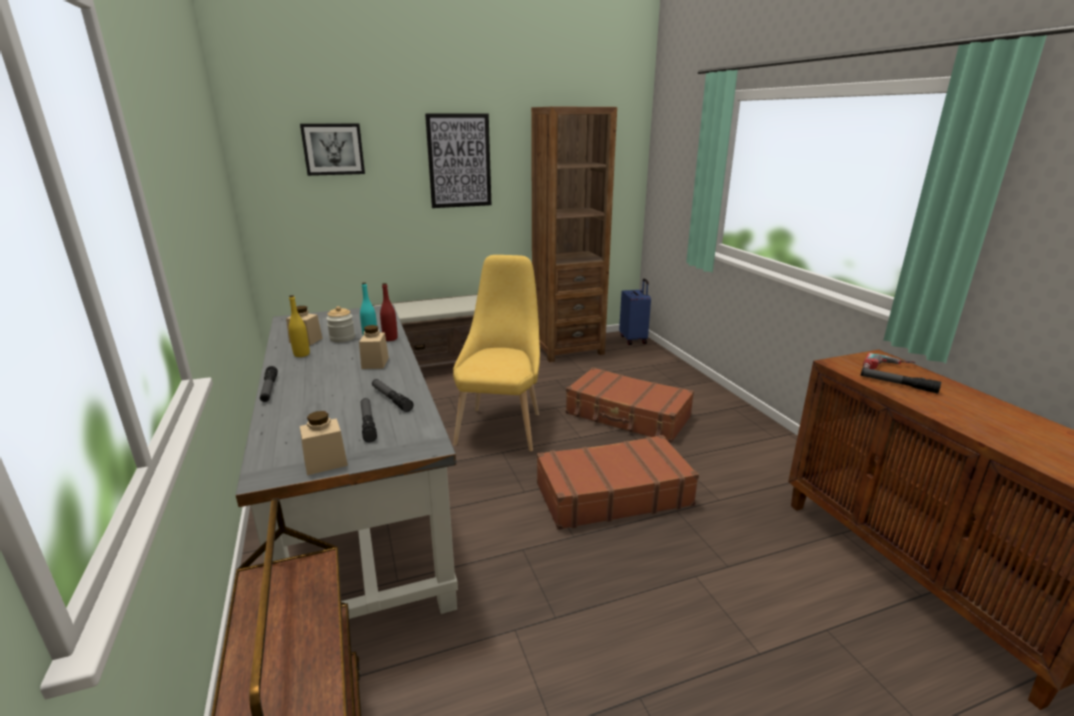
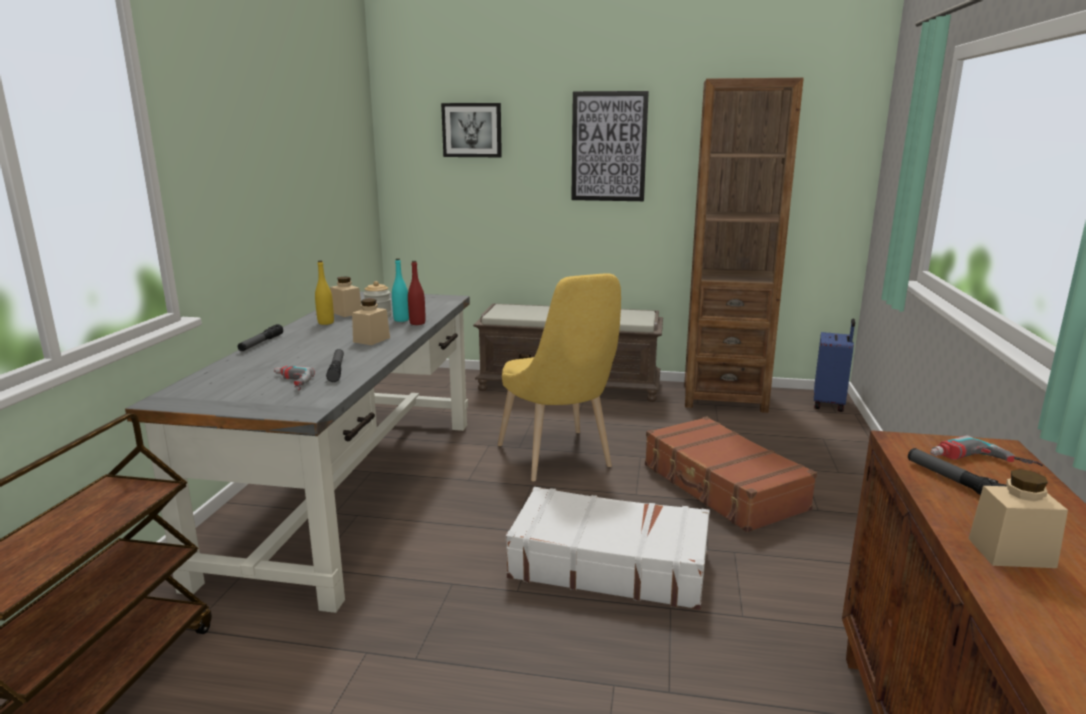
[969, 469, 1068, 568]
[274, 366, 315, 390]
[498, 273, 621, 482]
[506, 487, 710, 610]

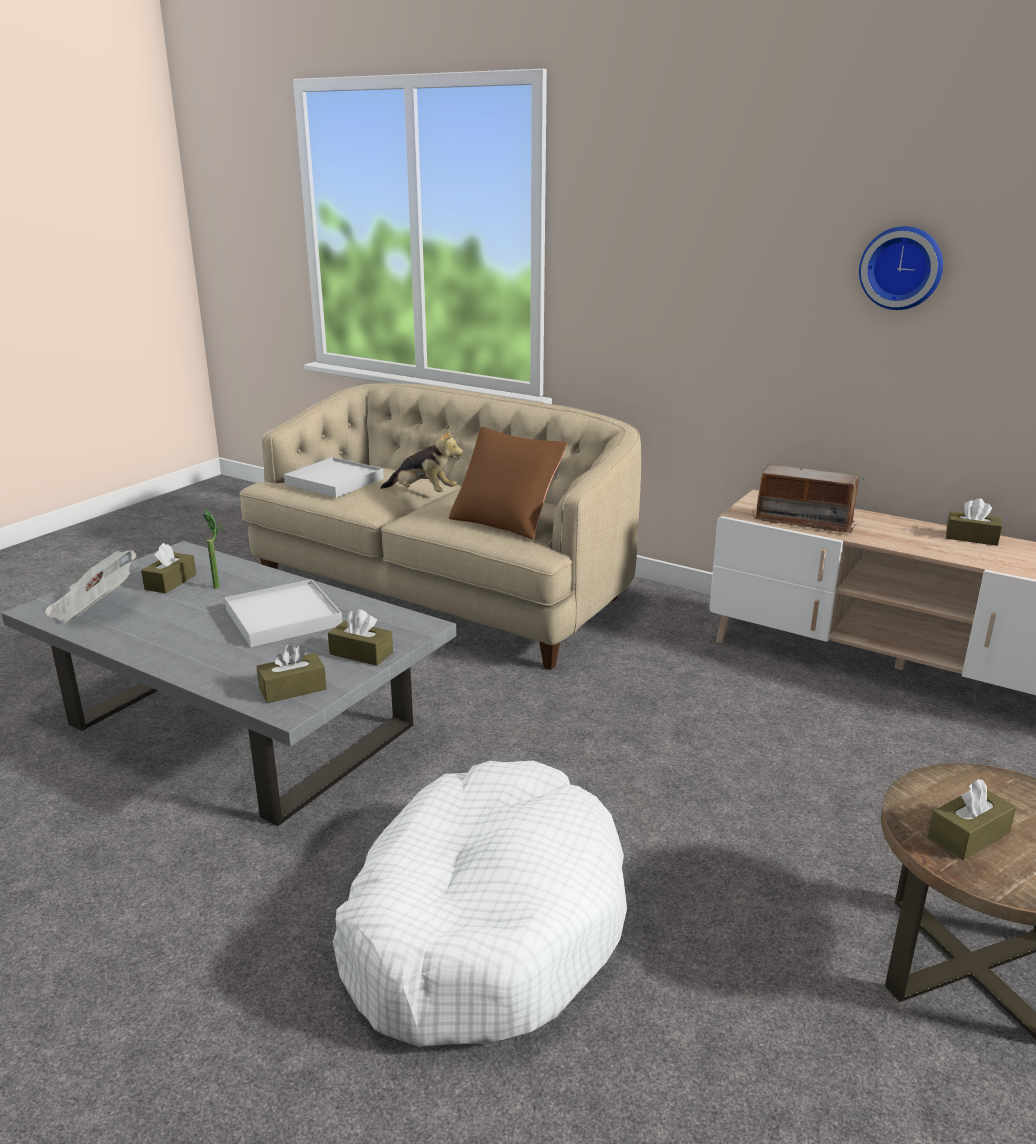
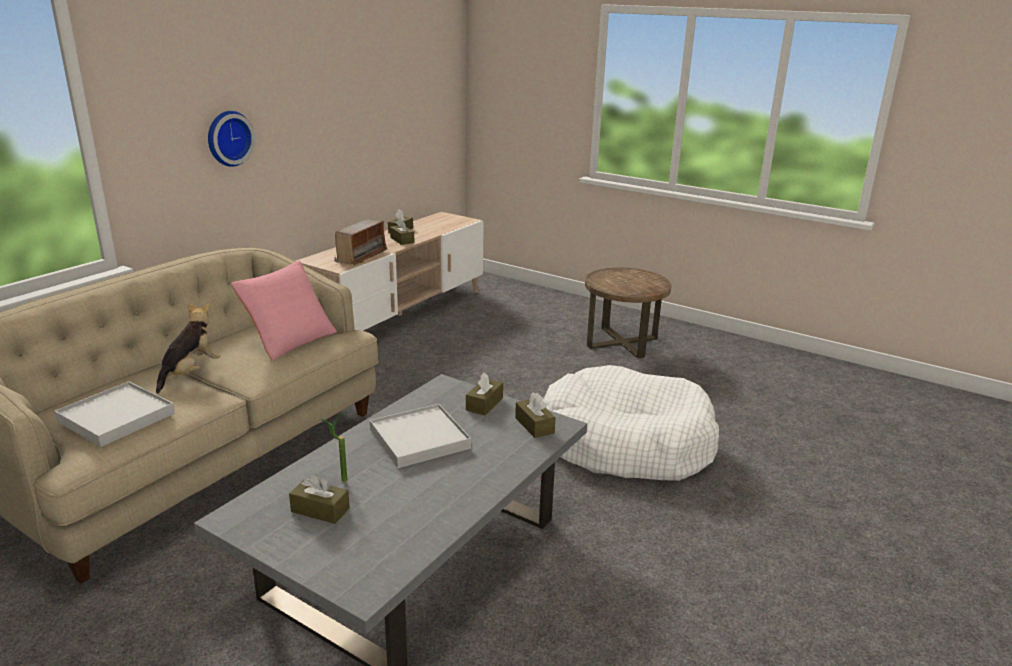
[45, 550, 137, 623] (first image)
[231, 261, 337, 361]
[208, 111, 255, 167]
[390, 218, 415, 245]

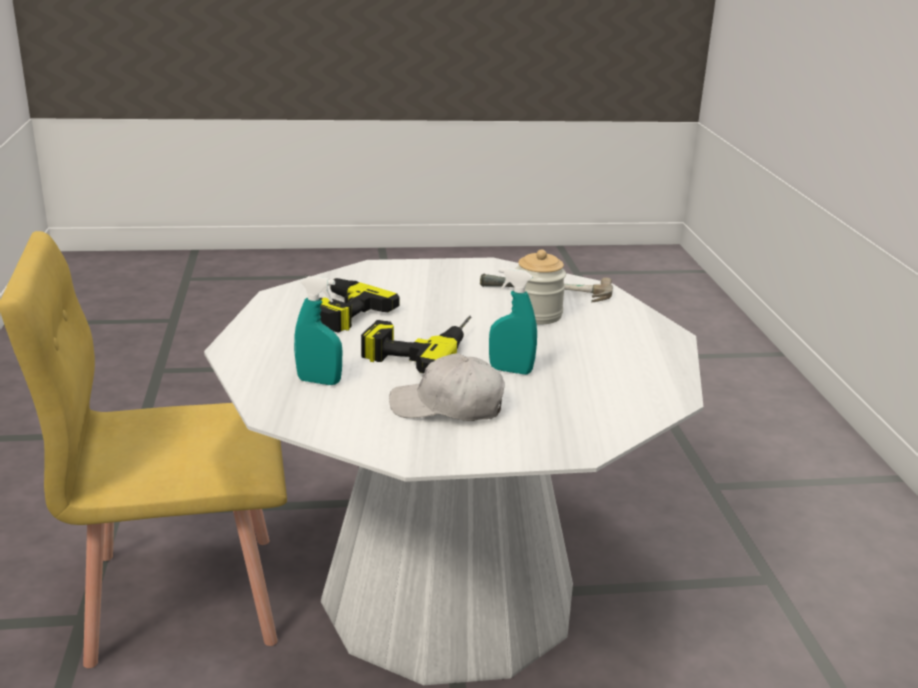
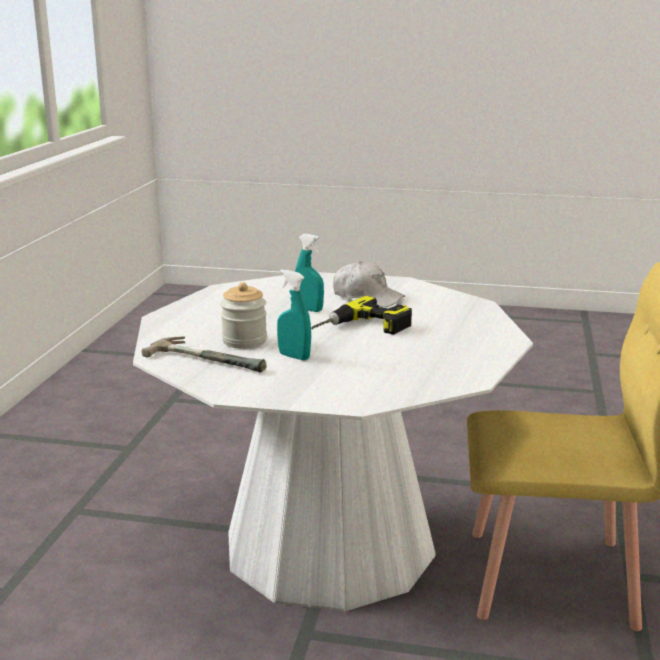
[277, 269, 311, 361]
[304, 274, 399, 333] (first image)

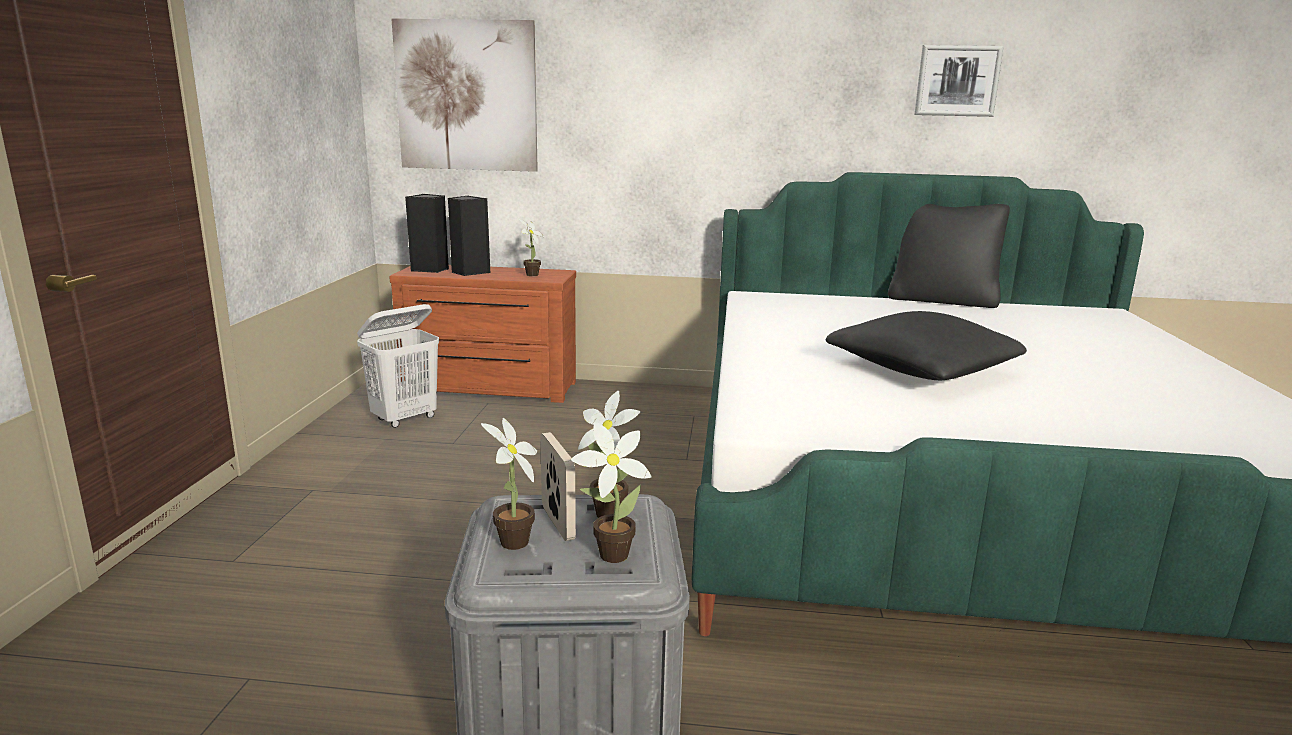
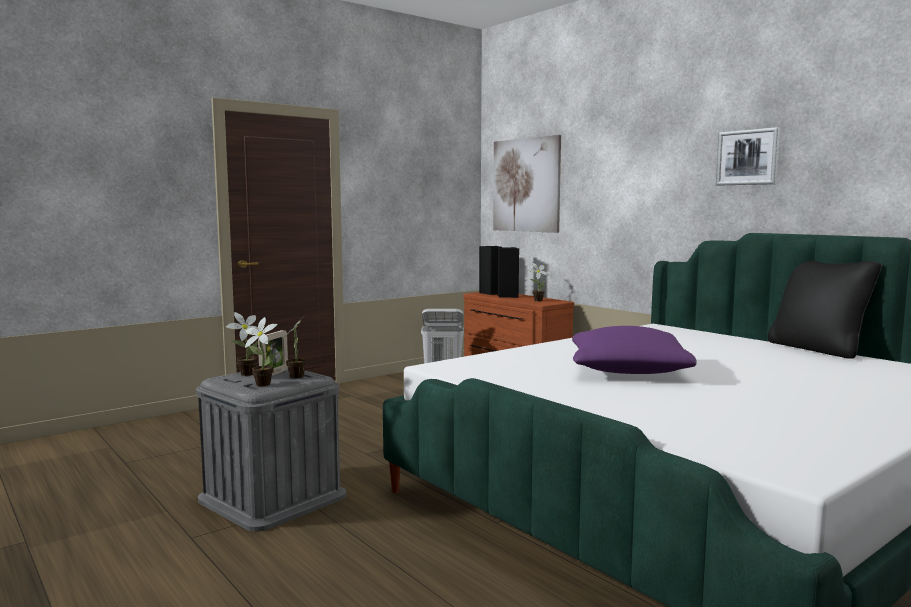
[572, 326, 697, 374]
[716, 127, 780, 186]

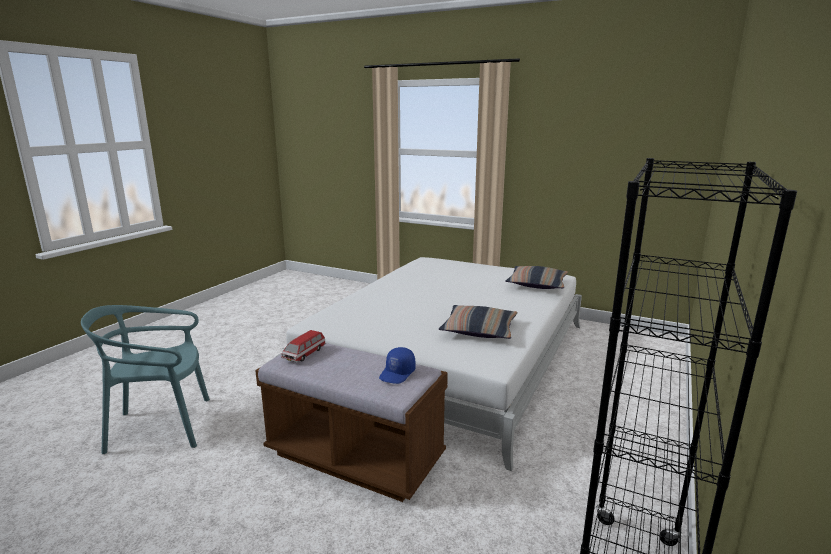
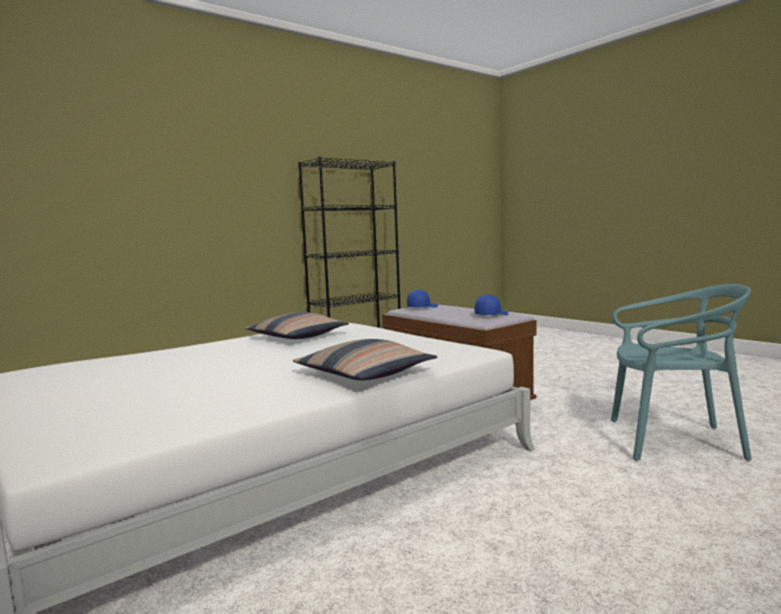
[475, 294, 509, 315]
[293, 339, 437, 380]

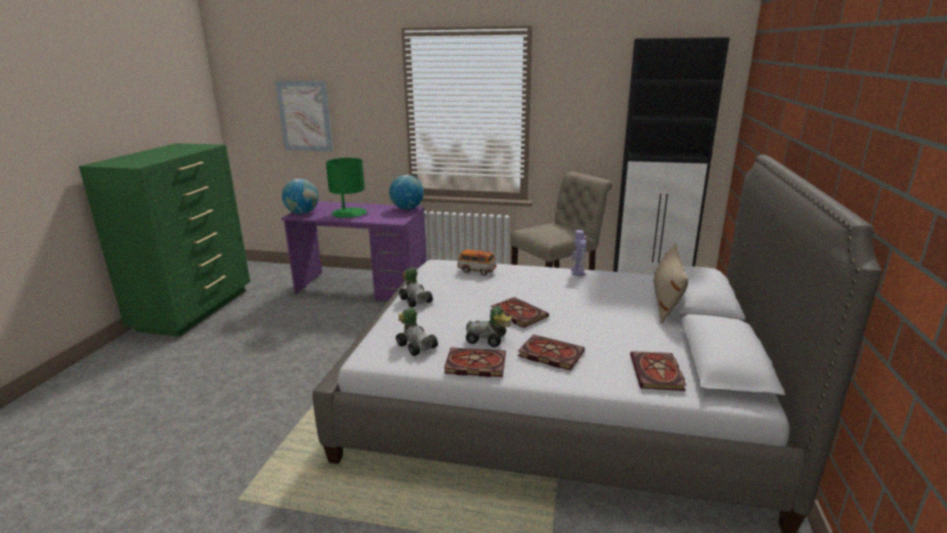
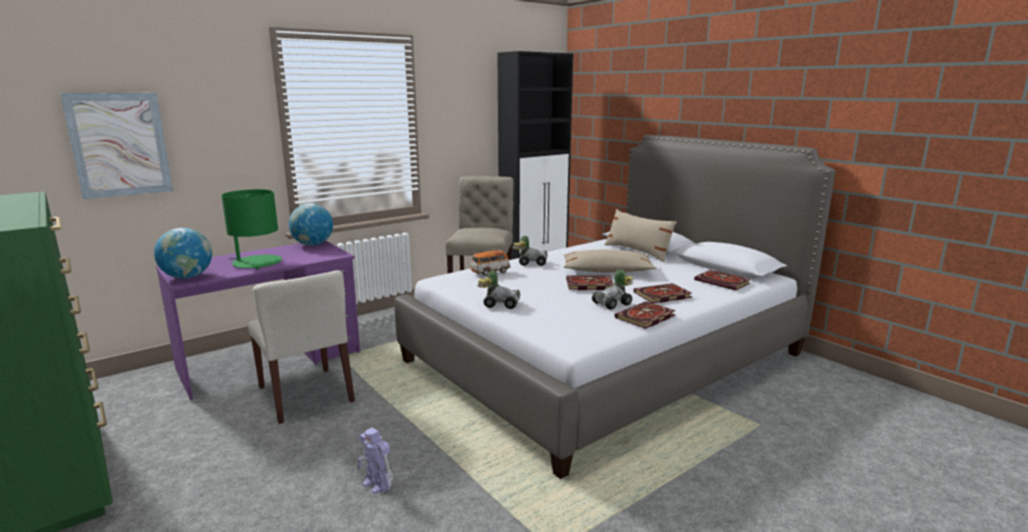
[513, 236, 548, 266]
[357, 428, 393, 494]
[248, 270, 355, 424]
[563, 250, 657, 272]

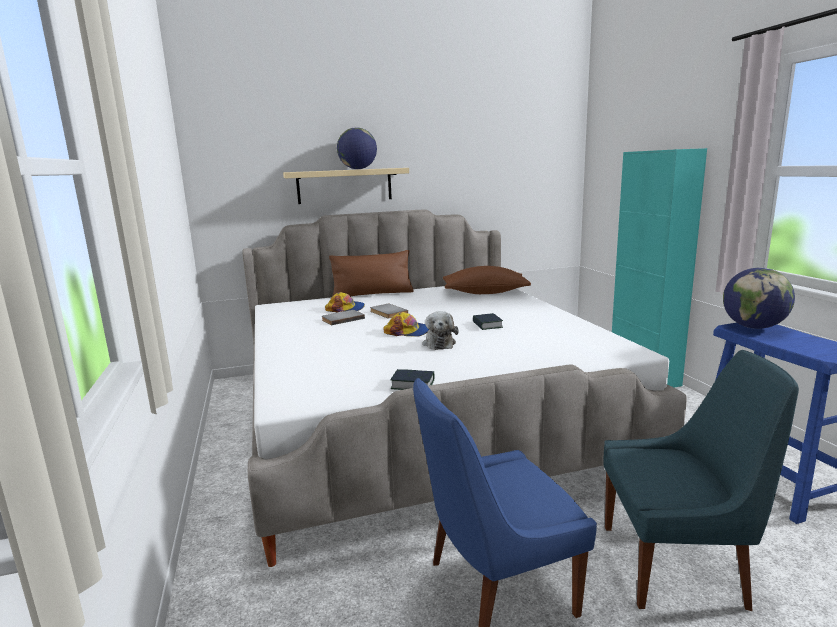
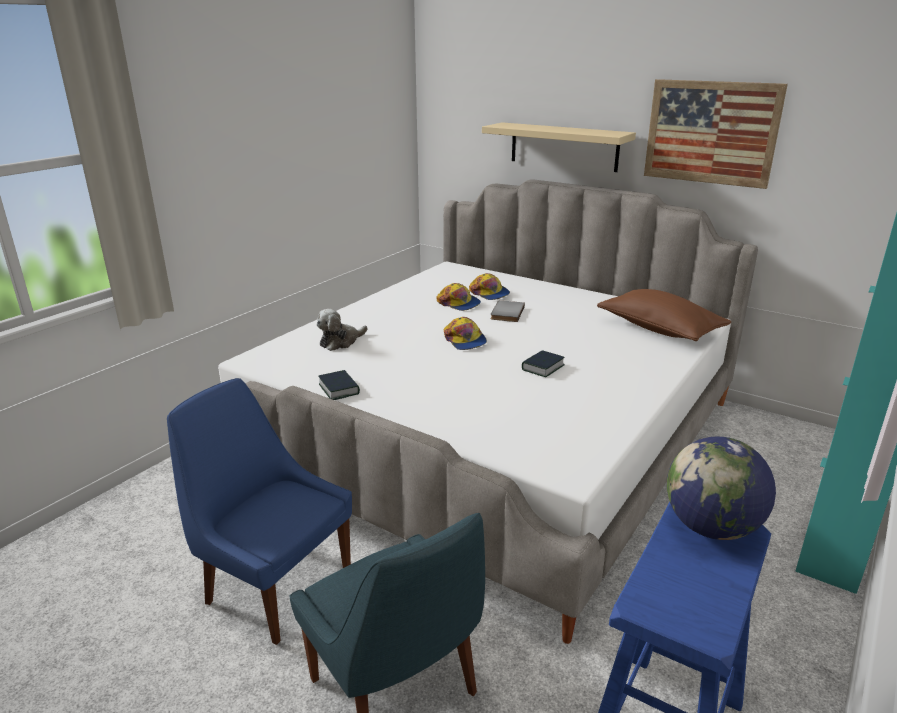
[436, 283, 481, 311]
[329, 250, 414, 297] (first image)
[337, 127, 377, 169] (first image)
[316, 309, 368, 351]
[644, 79, 788, 189]

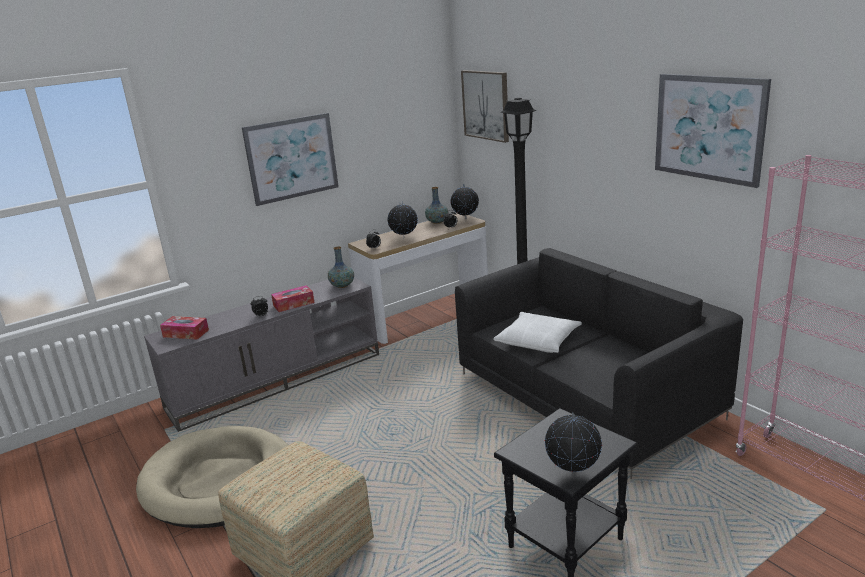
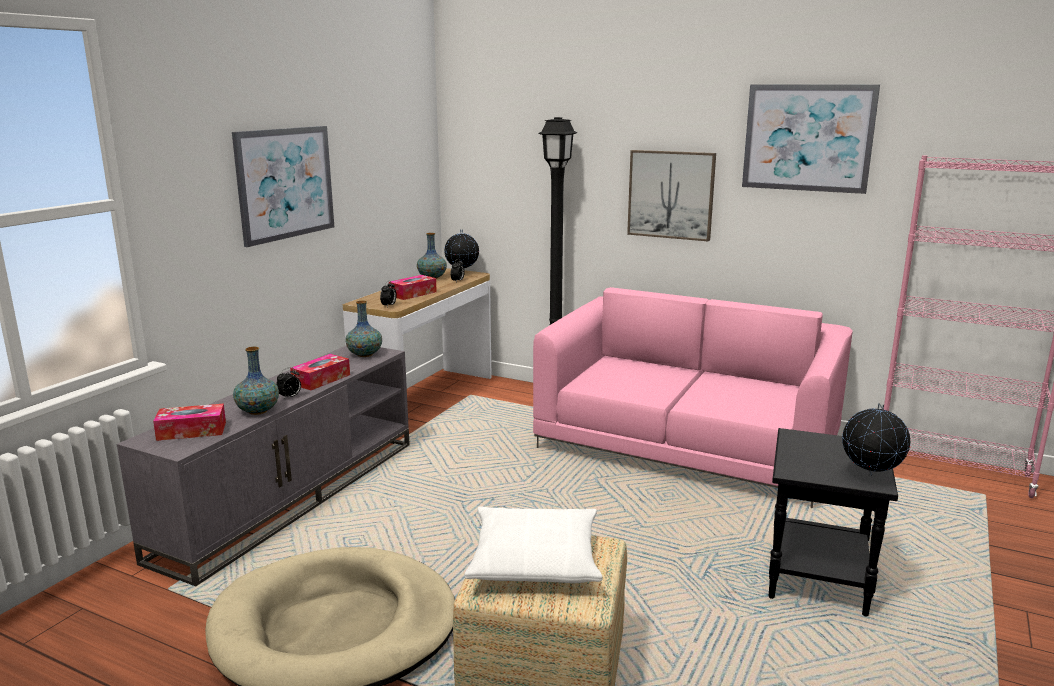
[389, 275, 437, 300]
[533, 287, 853, 508]
[627, 150, 716, 241]
[465, 507, 602, 583]
[233, 347, 279, 415]

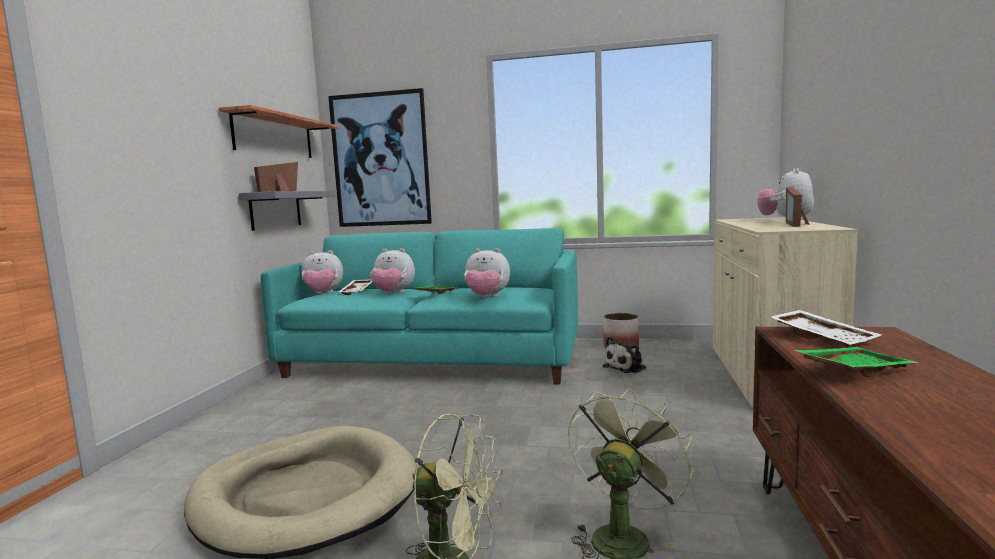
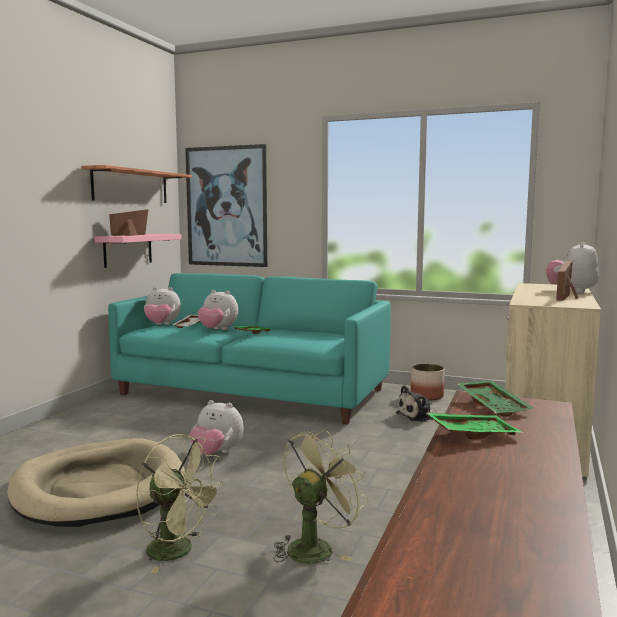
[94, 234, 181, 268]
[190, 400, 243, 455]
[458, 380, 534, 417]

